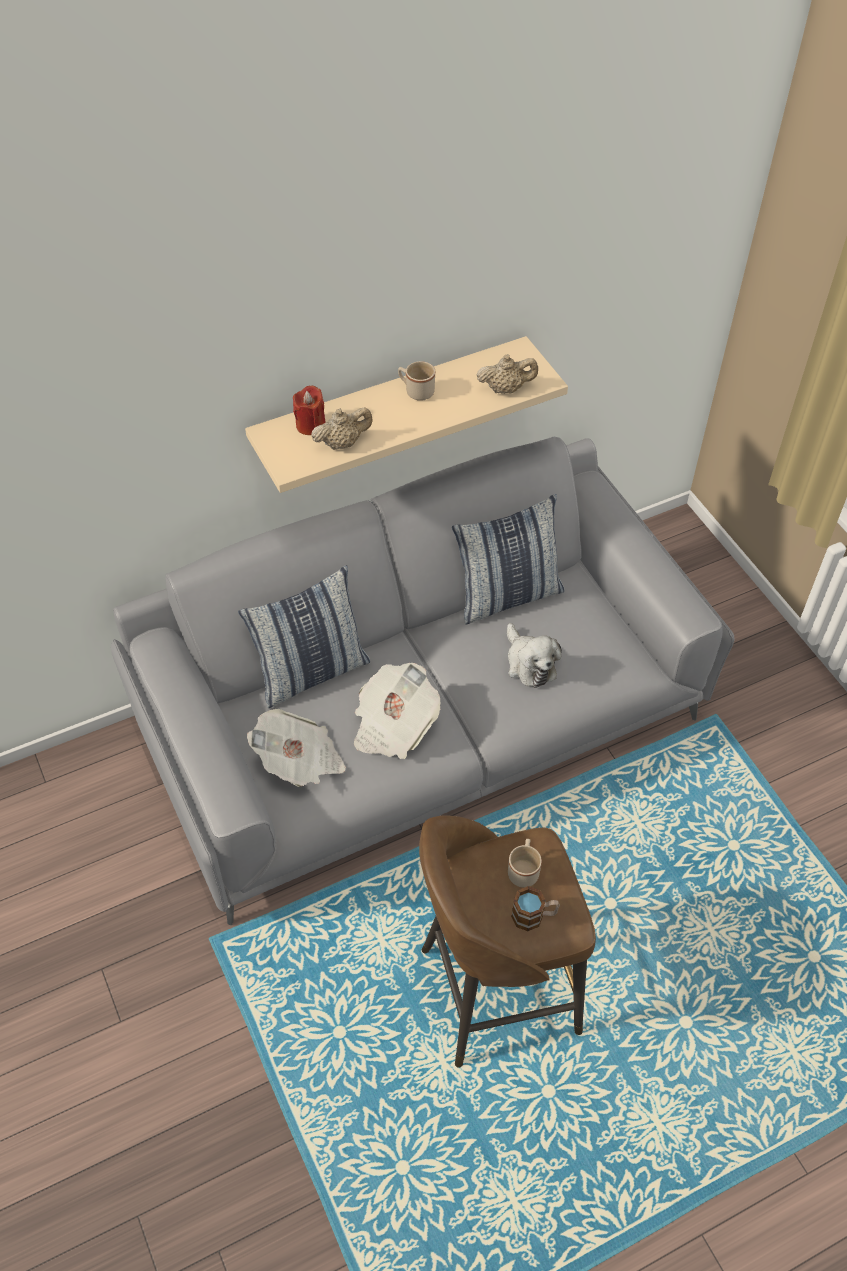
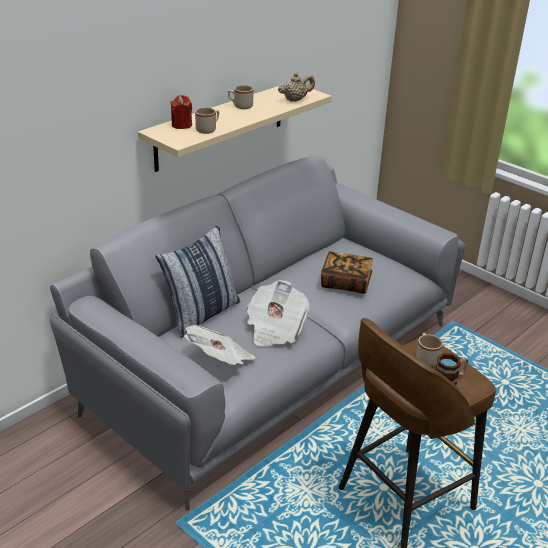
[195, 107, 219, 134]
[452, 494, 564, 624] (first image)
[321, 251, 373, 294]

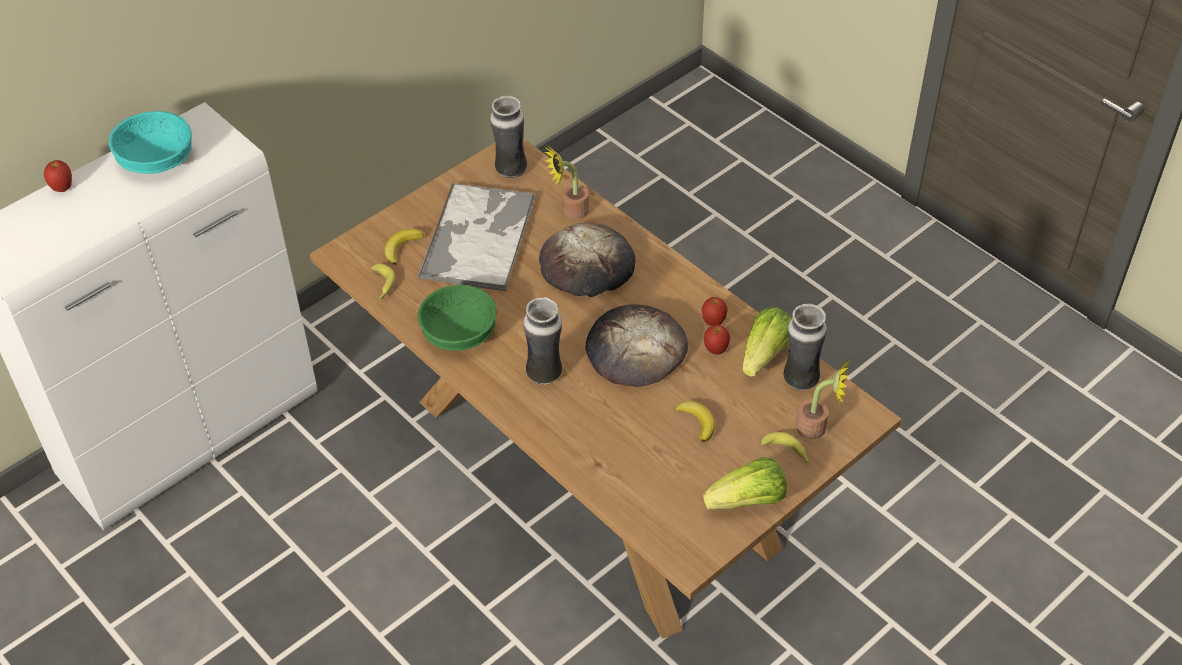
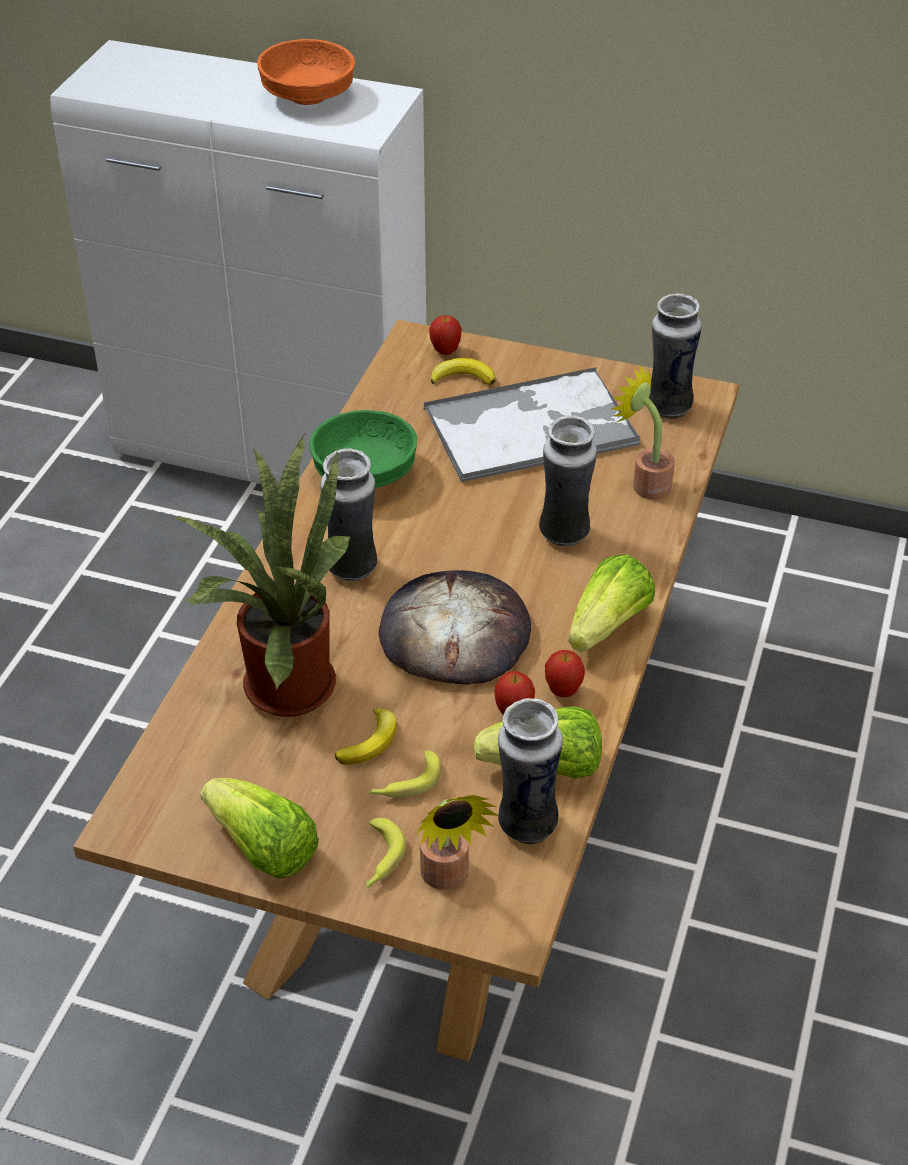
[429, 315, 462, 355]
[257, 39, 355, 105]
[369, 750, 441, 797]
[539, 415, 597, 546]
[173, 432, 350, 717]
[568, 555, 655, 652]

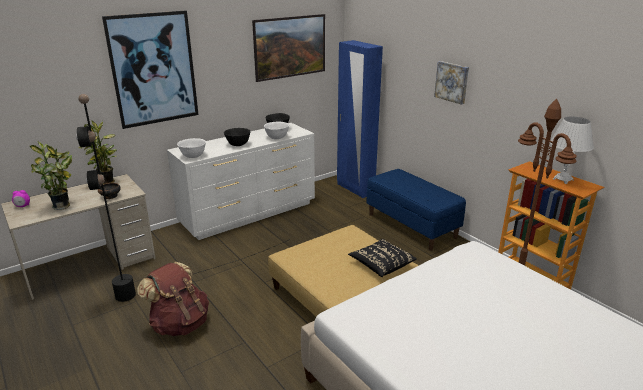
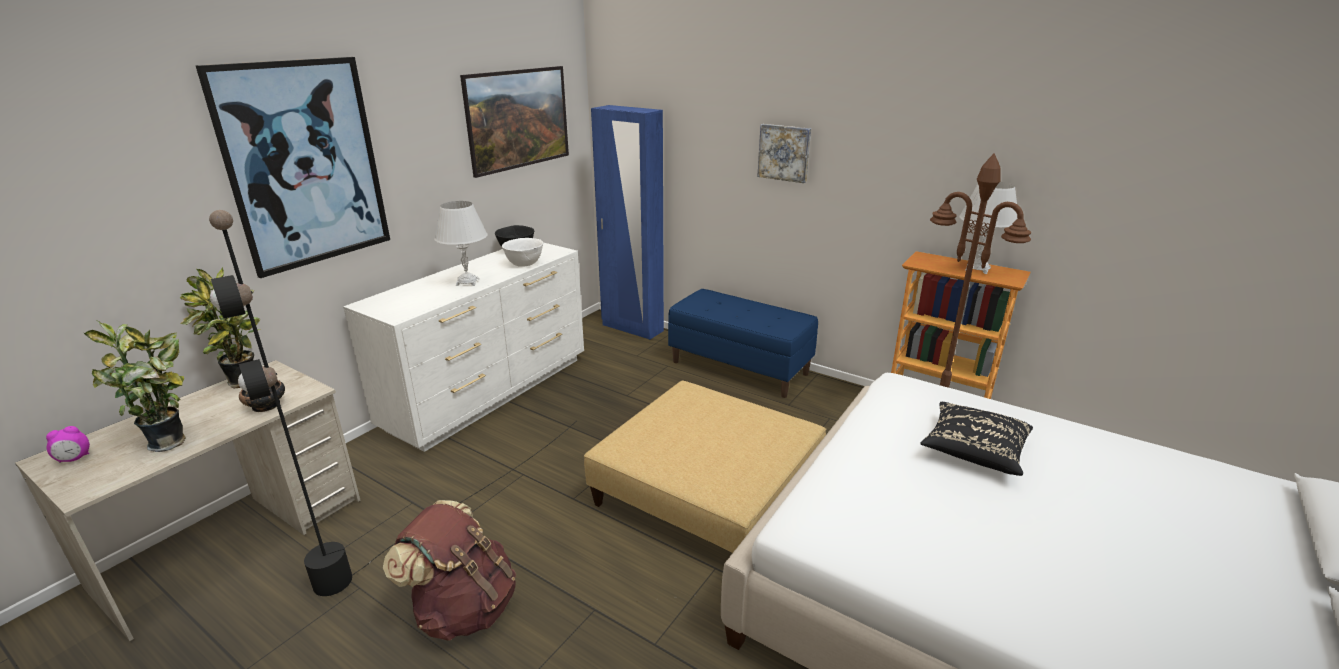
[177, 138, 206, 158] (first image)
[434, 201, 487, 286]
[920, 402, 1033, 476]

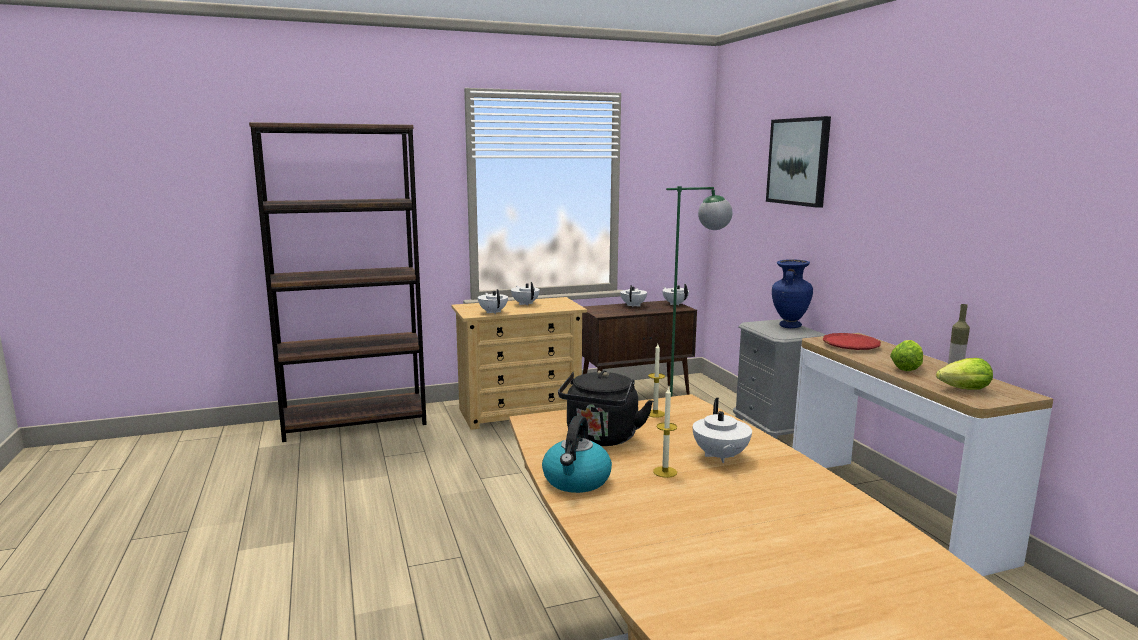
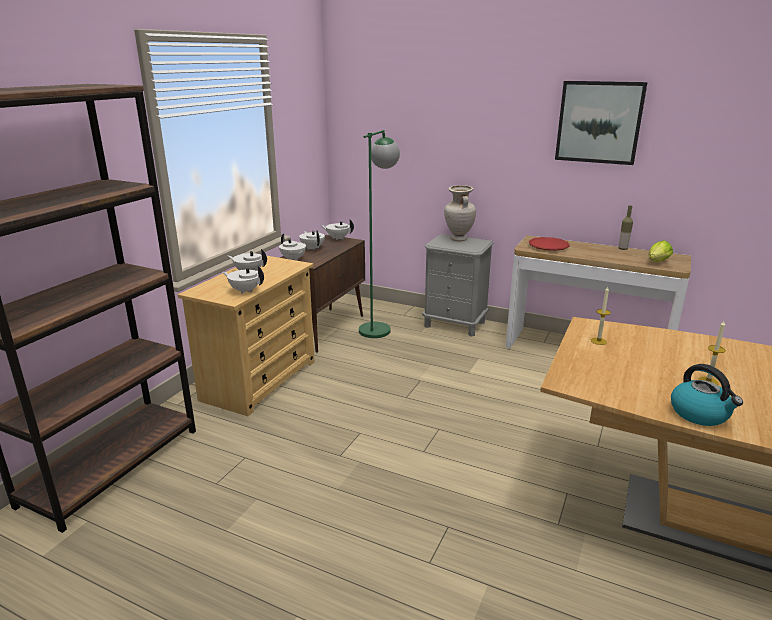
[558, 371, 653, 446] (first image)
[279, 234, 306, 261]
[555, 81, 647, 165]
[444, 185, 476, 241]
[890, 340, 923, 371] (first image)

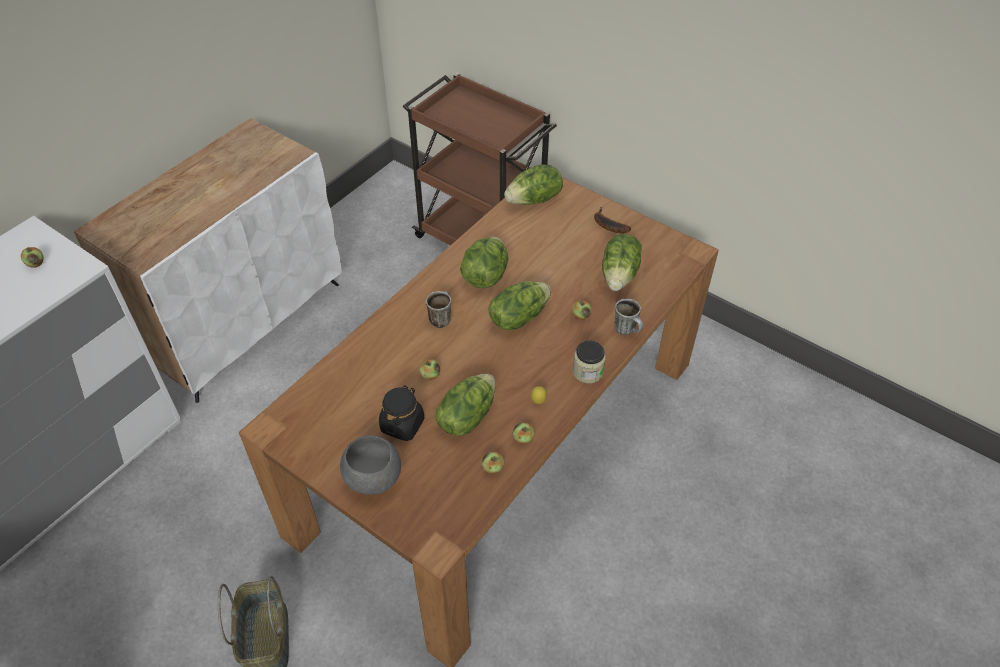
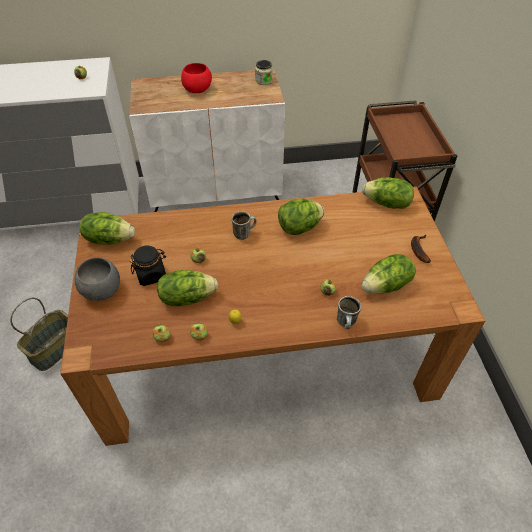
[80, 212, 135, 245]
[255, 60, 273, 85]
[181, 63, 212, 93]

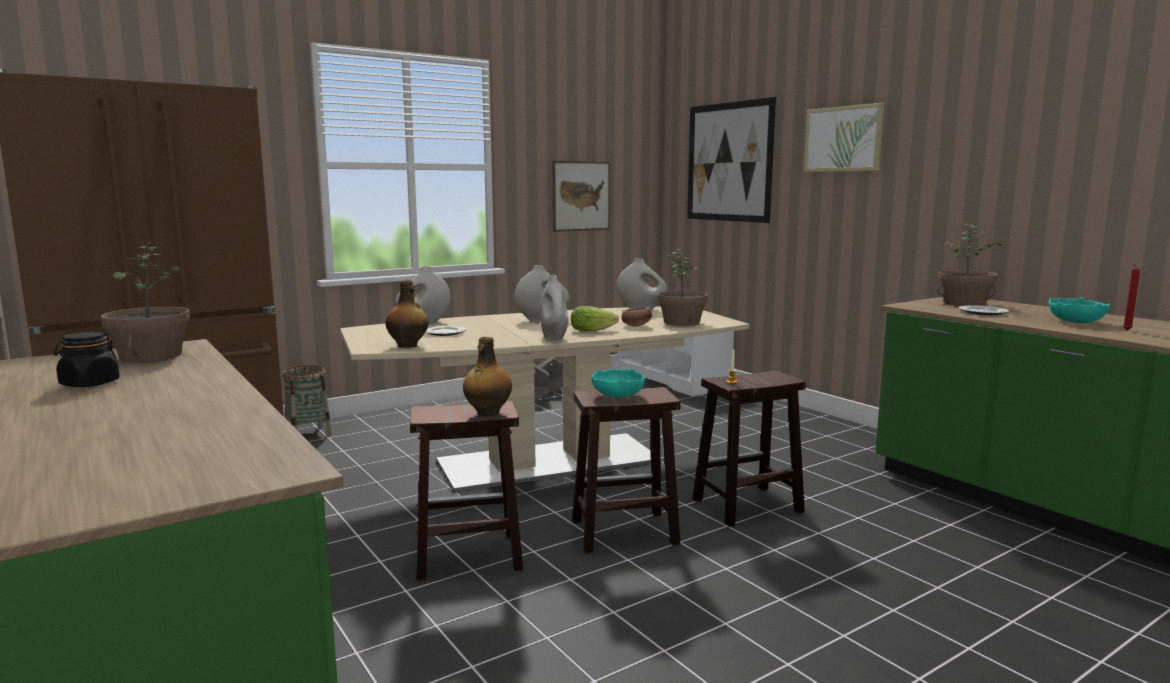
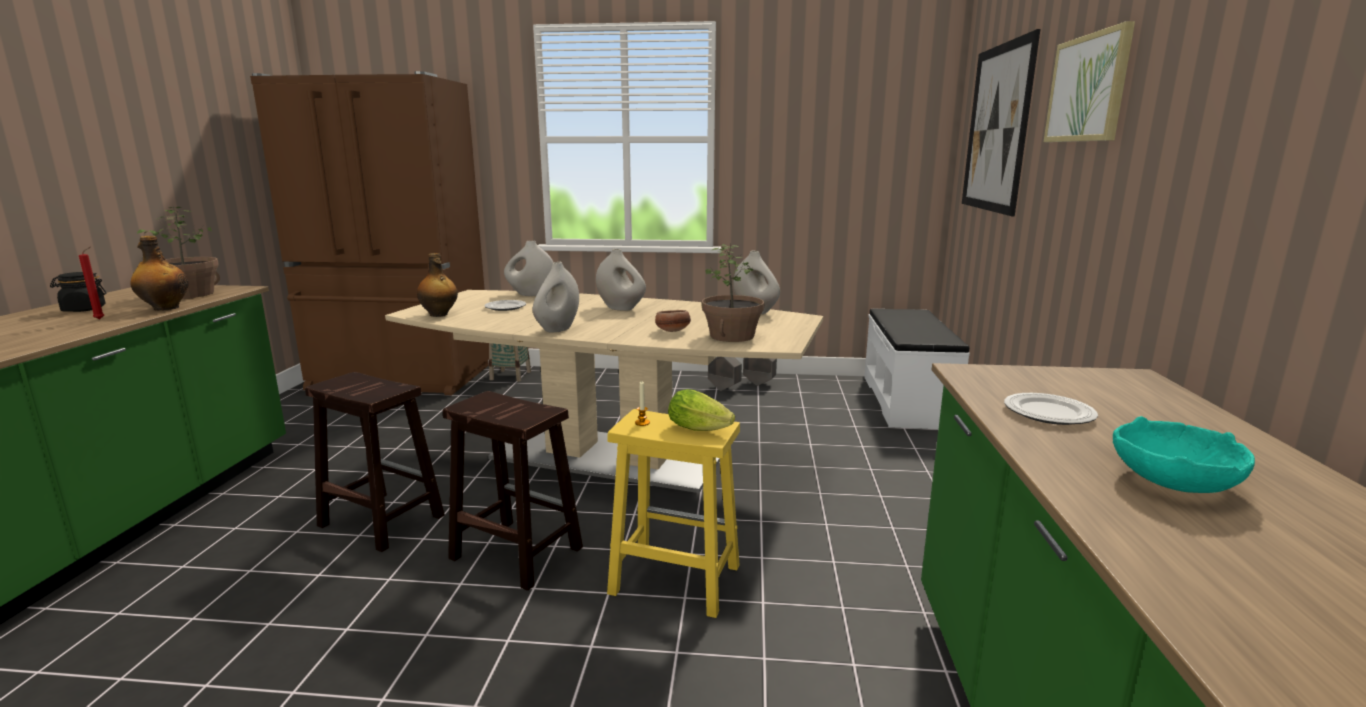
[131, 236, 188, 311]
[552, 161, 610, 232] (first image)
[668, 389, 735, 431]
[591, 368, 645, 398] (first image)
[607, 409, 740, 618]
[936, 223, 1003, 306] (first image)
[79, 247, 104, 320]

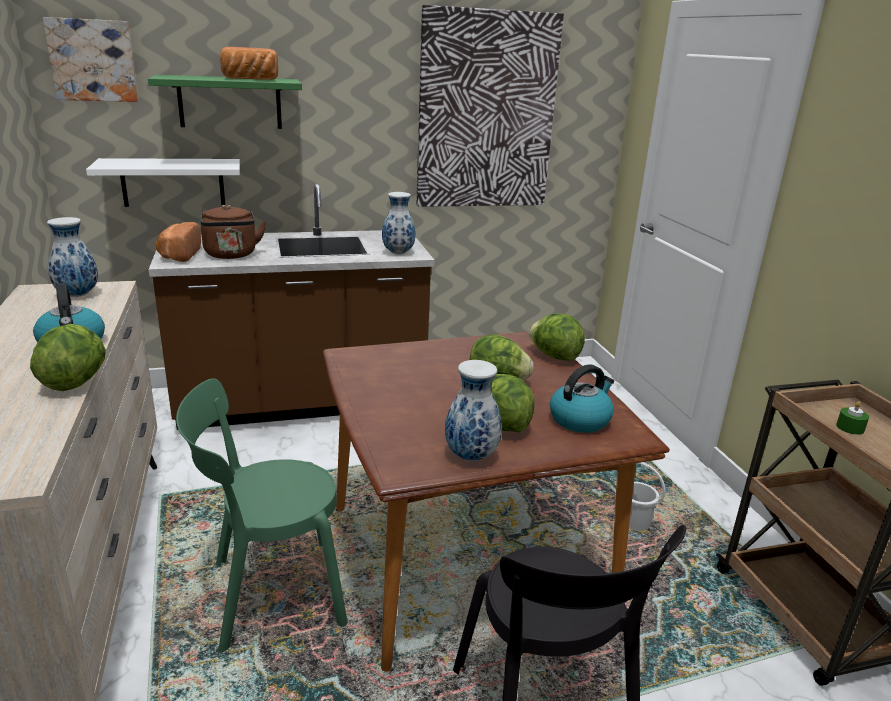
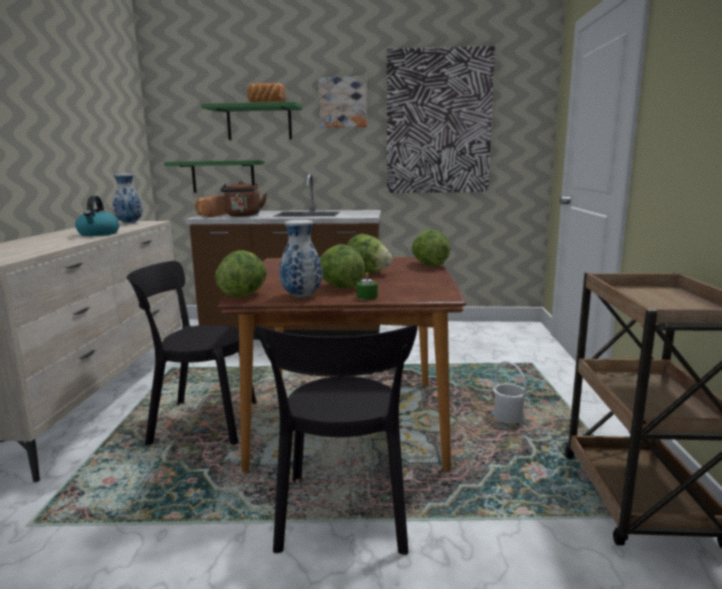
[215, 250, 267, 297]
[318, 76, 367, 128]
[164, 160, 265, 193]
[126, 261, 257, 445]
[382, 192, 415, 254] (first image)
[550, 364, 614, 433] (first image)
[357, 272, 378, 300]

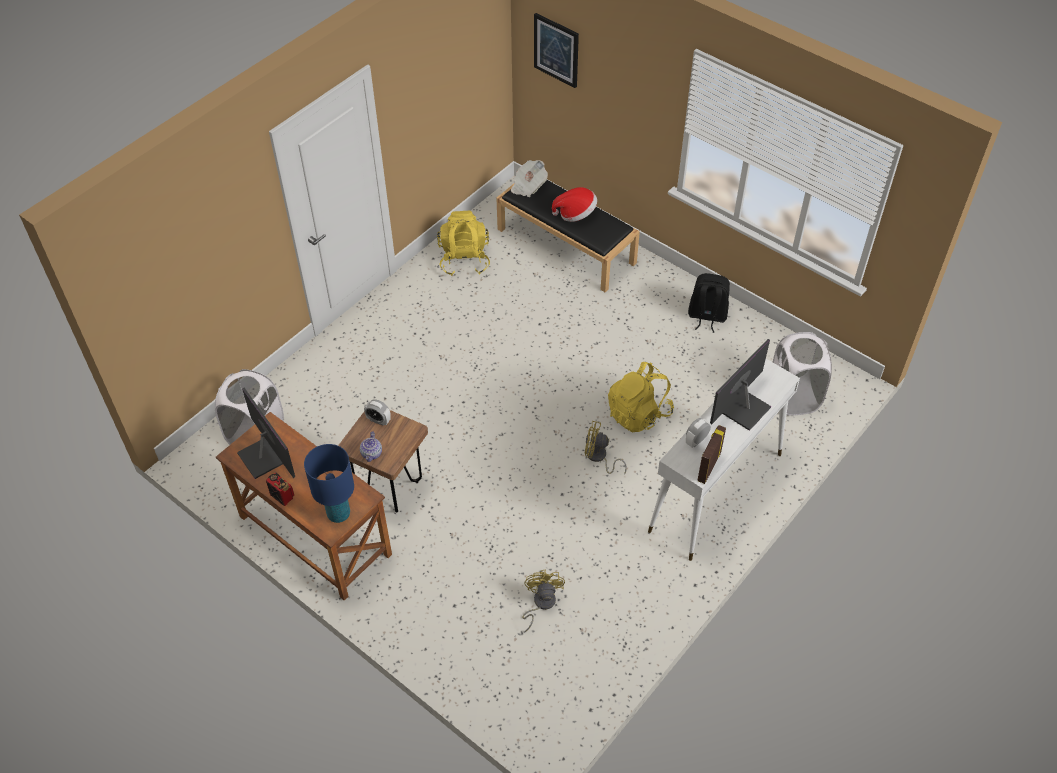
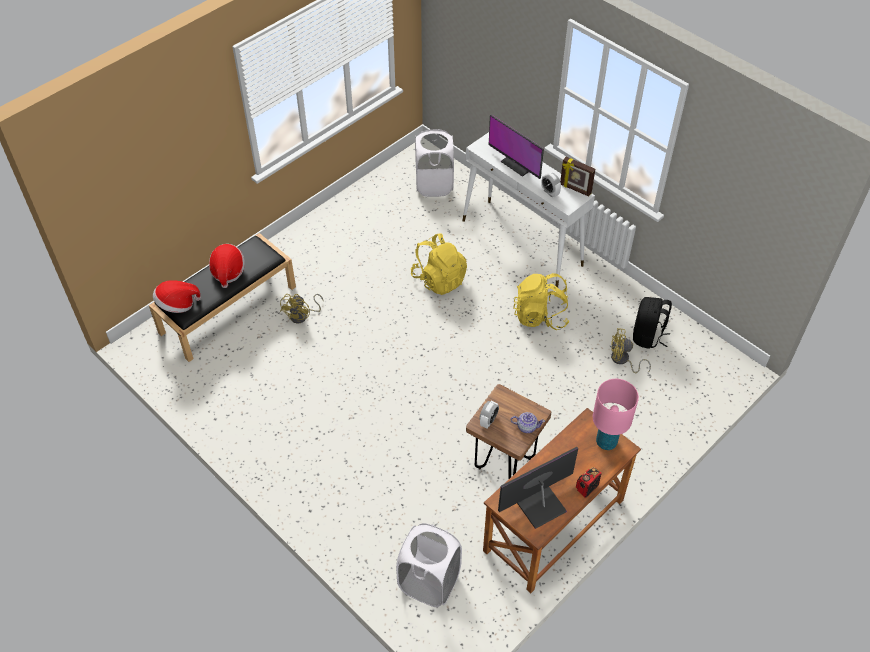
[593, 379, 639, 450]
[513, 273, 569, 330]
[153, 280, 201, 313]
[534, 13, 579, 88] (first image)
[280, 294, 324, 323]
[633, 297, 672, 349]

